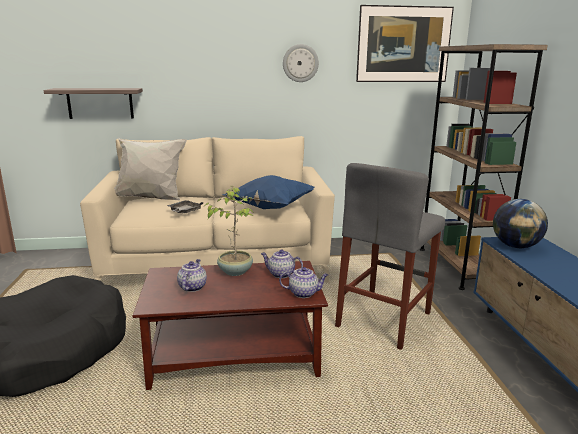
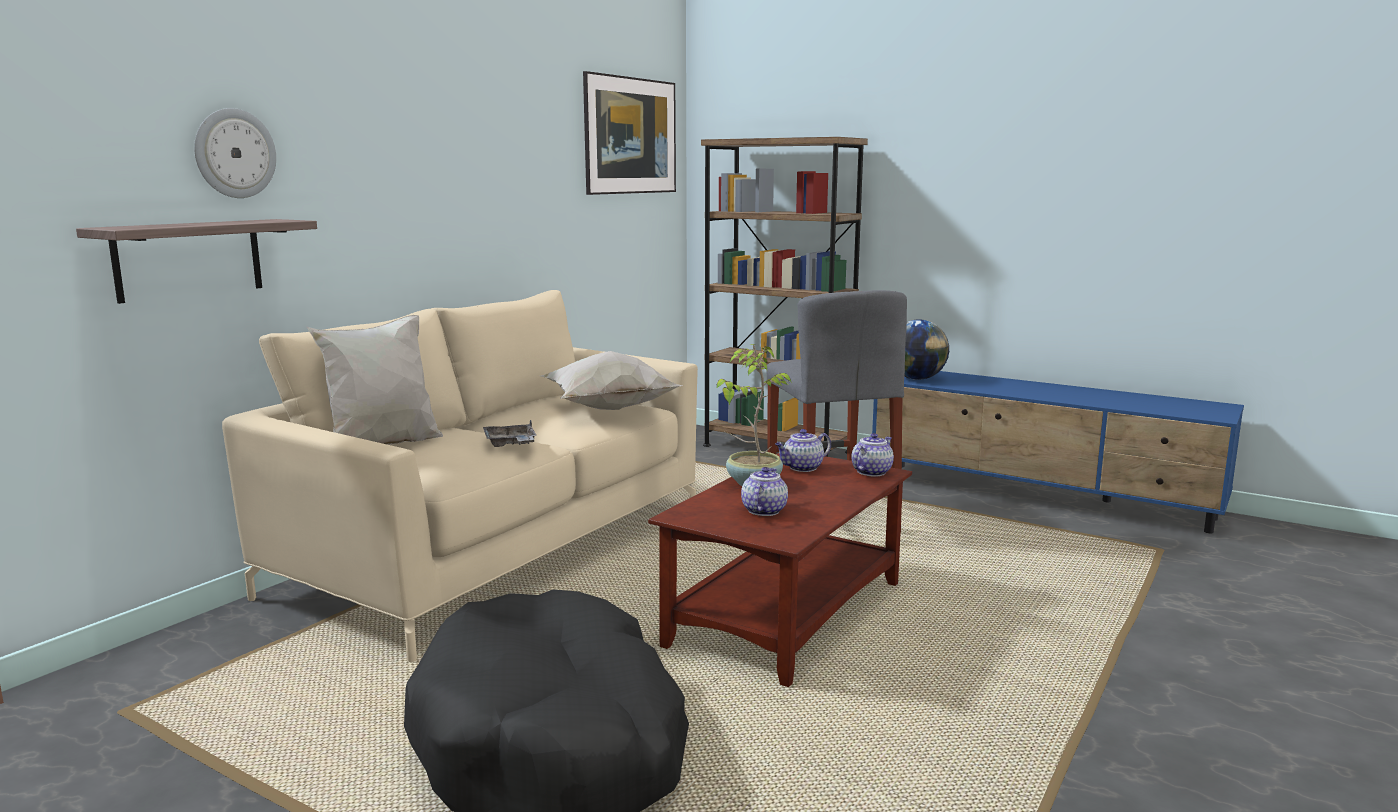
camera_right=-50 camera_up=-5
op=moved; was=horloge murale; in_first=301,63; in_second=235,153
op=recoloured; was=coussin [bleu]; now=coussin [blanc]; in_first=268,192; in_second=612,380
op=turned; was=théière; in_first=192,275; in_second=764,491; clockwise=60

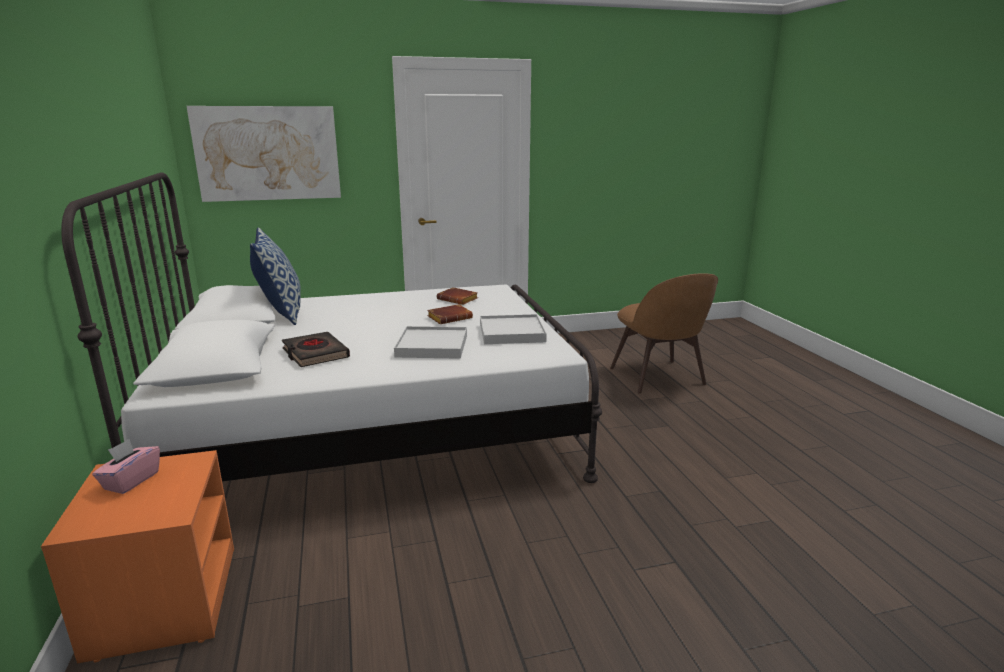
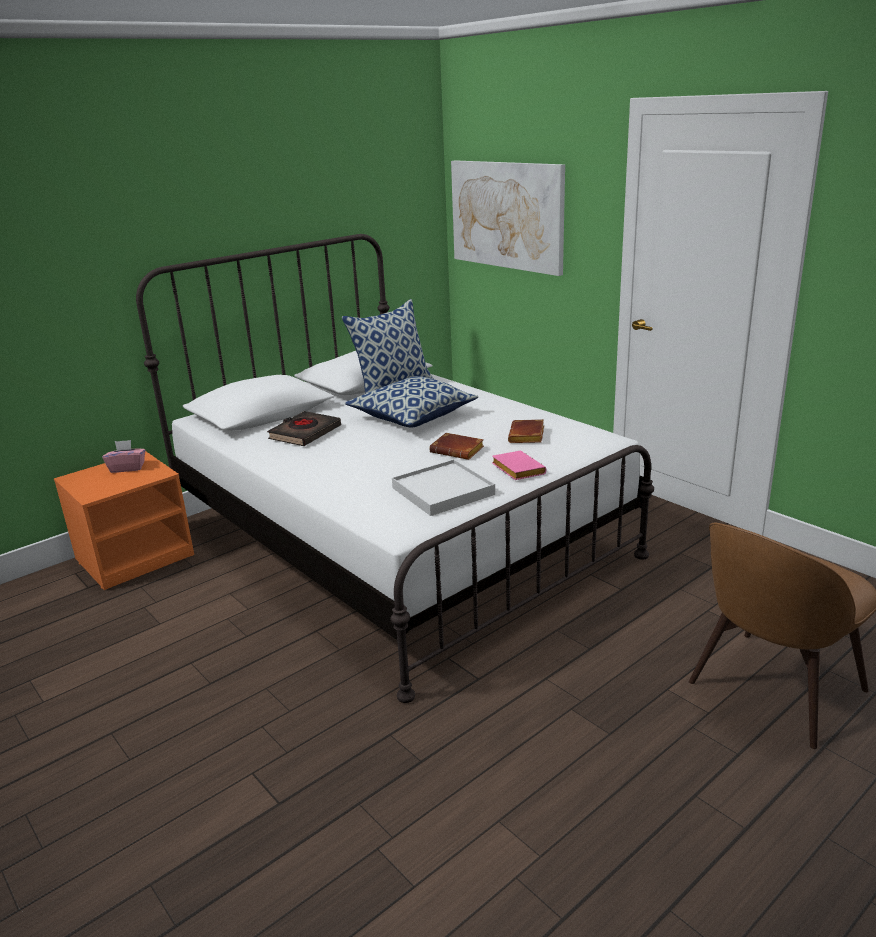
camera_right=65 camera_up=5
op=removed; was=plateau [blanc]; in_first=430,342
op=added; now=coussin; in_second=411,401
op=added; now=livre [rose]; in_second=519,465

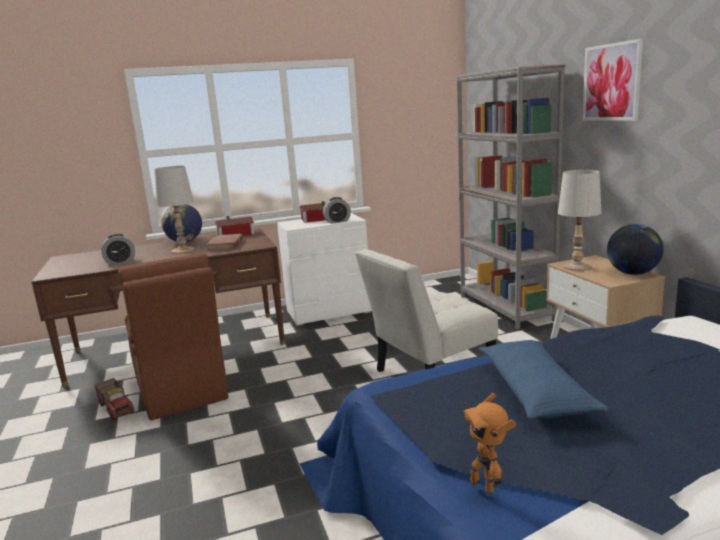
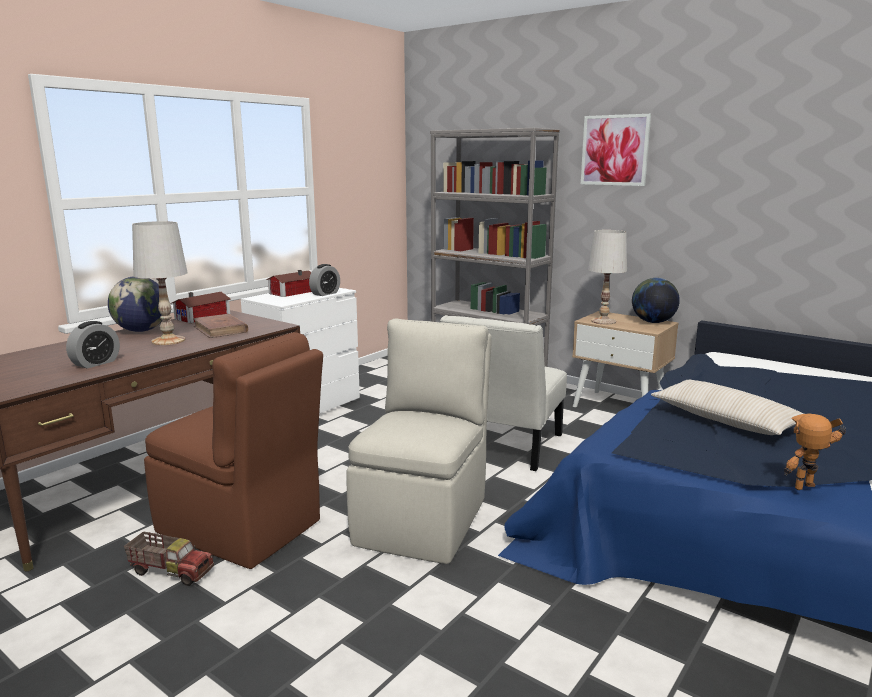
camera_right=-35 camera_up=0
op=recoloured; was=coussin [bleu]; now=coussin [beige]; in_first=543,379; in_second=727,407
op=turned; was=robot jouet; in_first=489,443; in_second=815,452; clockwise=135
op=added; now=chaise [beige]; in_second=419,441

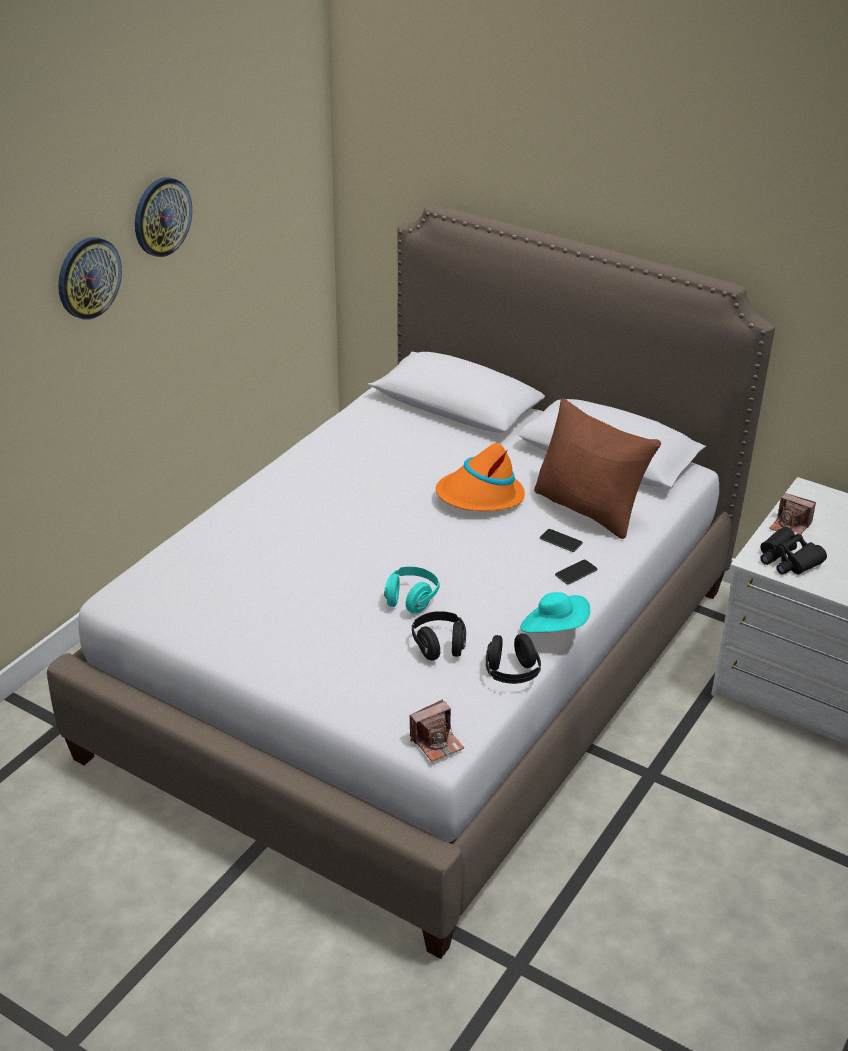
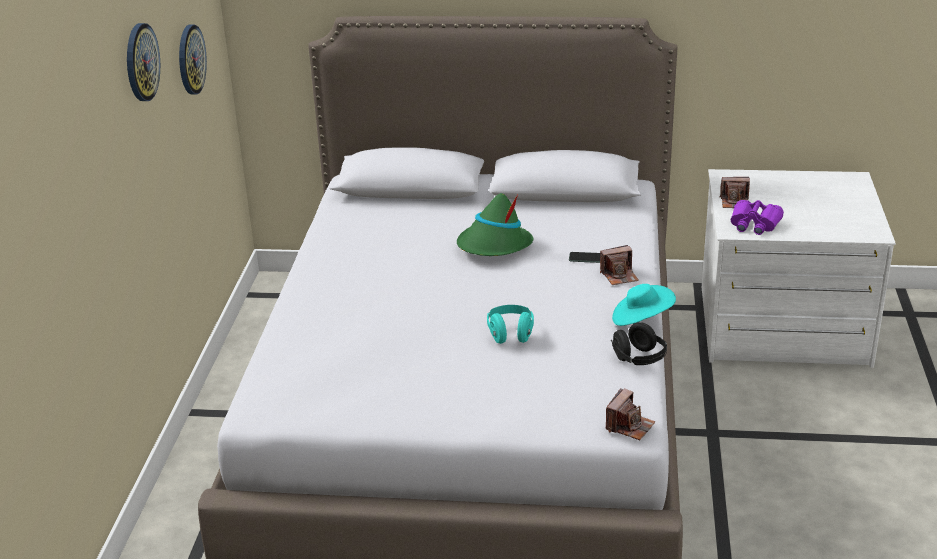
camera_right=-25 camera_up=-5
op=moved; was=horloge murale; in_first=90,278; in_second=193,59
op=removed; was=coussin [marron]; in_first=597,468
op=recoloured; was=chapeau [orange]; now=chapeau [vert]; in_first=480,477; in_second=495,224
op=recoloured; was=jumelles [noir]; now=jumelles [violet]; in_first=793,551; in_second=757,217
op=replaced; was=téléphone; now=appareil photo; in_first=576,572; in_second=619,265
op=removed; was=casque audio [noir]; in_first=439,636

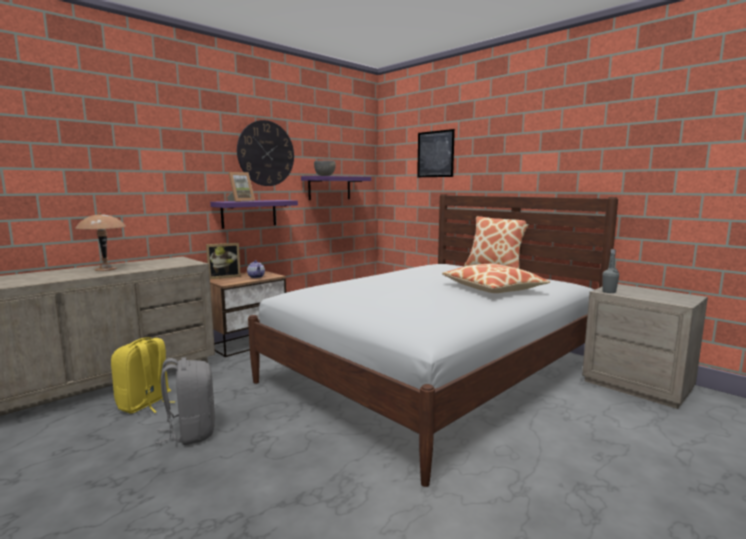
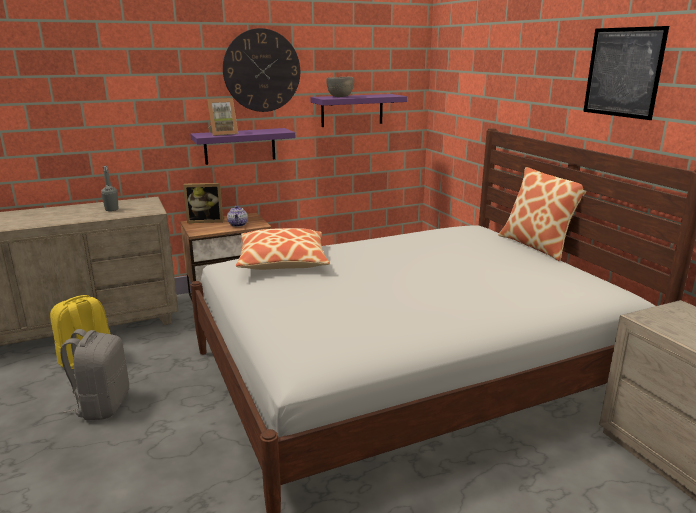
camera_right=20 camera_up=10
op=moved; was=tableau; in_first=436,153; in_second=626,73
op=removed; was=lampe de table [marron]; in_first=100,241
op=moved; was=bouteille [gris]; in_first=610,271; in_second=109,188
op=moved; was=coussin; in_first=496,278; in_second=283,249

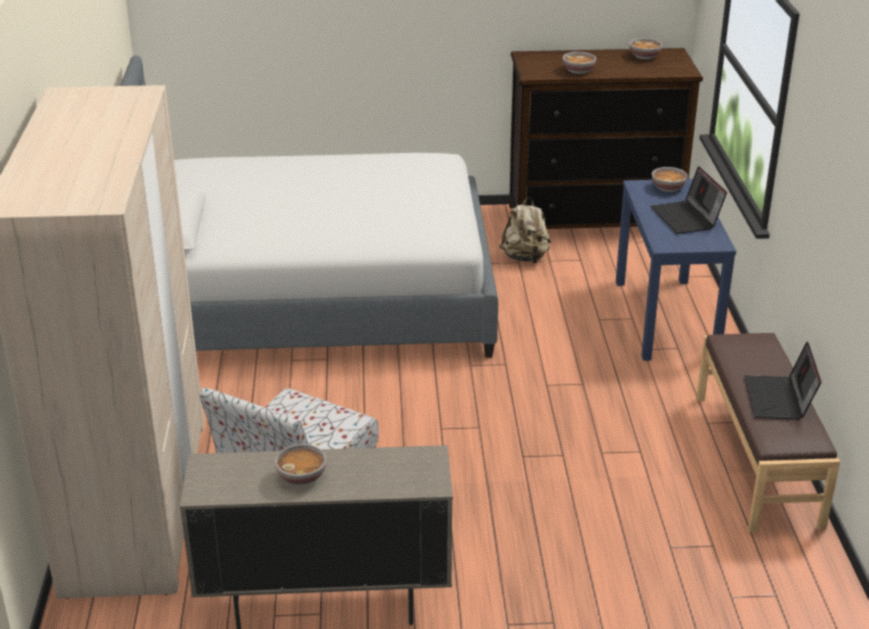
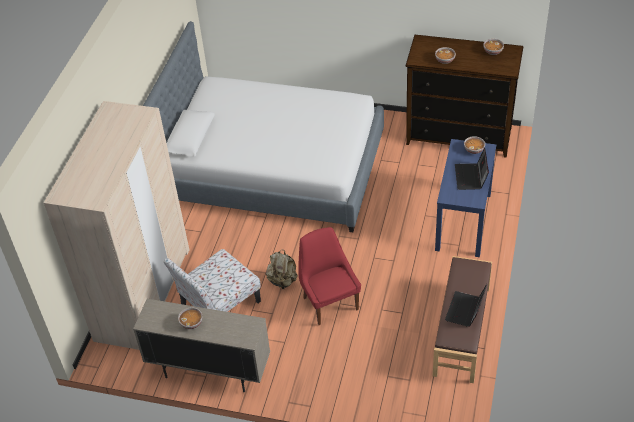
camera_right=20 camera_up=15
op=moved; was=sac à dos [beige]; in_first=525,230; in_second=282,269
op=added; now=chaise [rouge]; in_second=329,276

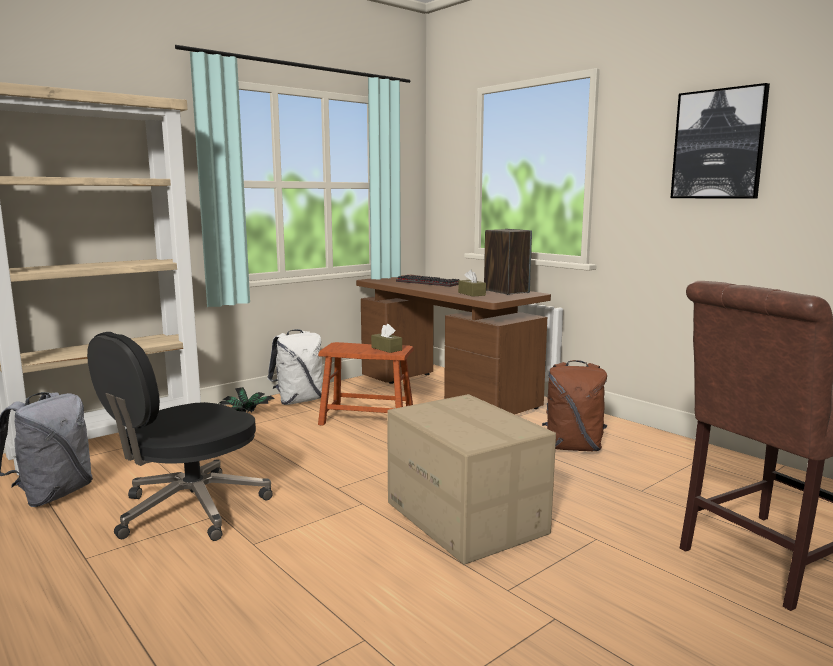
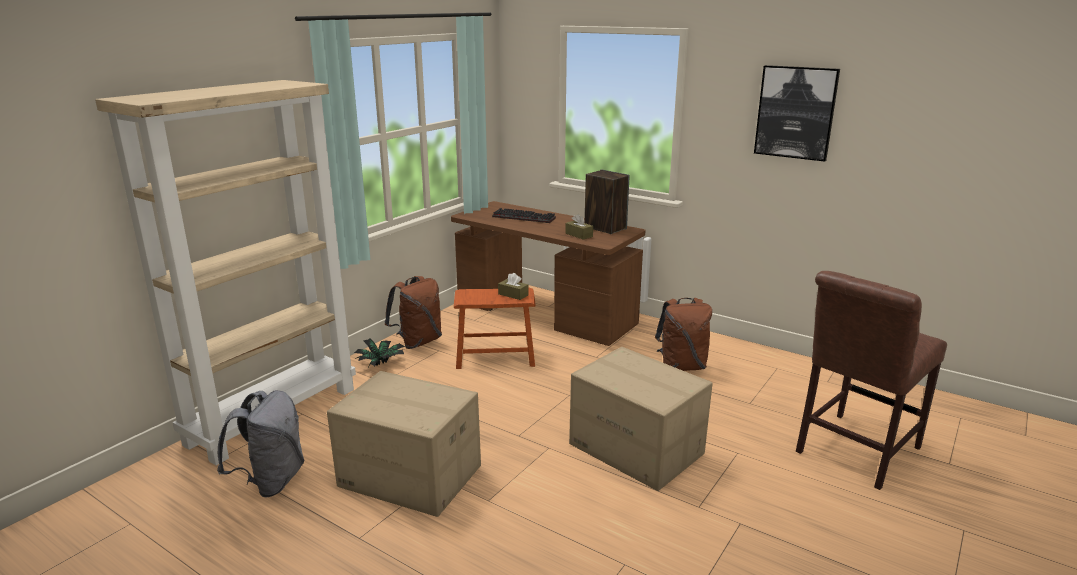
camera_right=-15 camera_up=10
op=recoloured; was=sac à dos [blanc]; now=sac à dos [marron]; in_first=295,367; in_second=413,312
op=replaced; was=chaise de bureau [noir]; now=carton; in_first=180,436; in_second=404,444

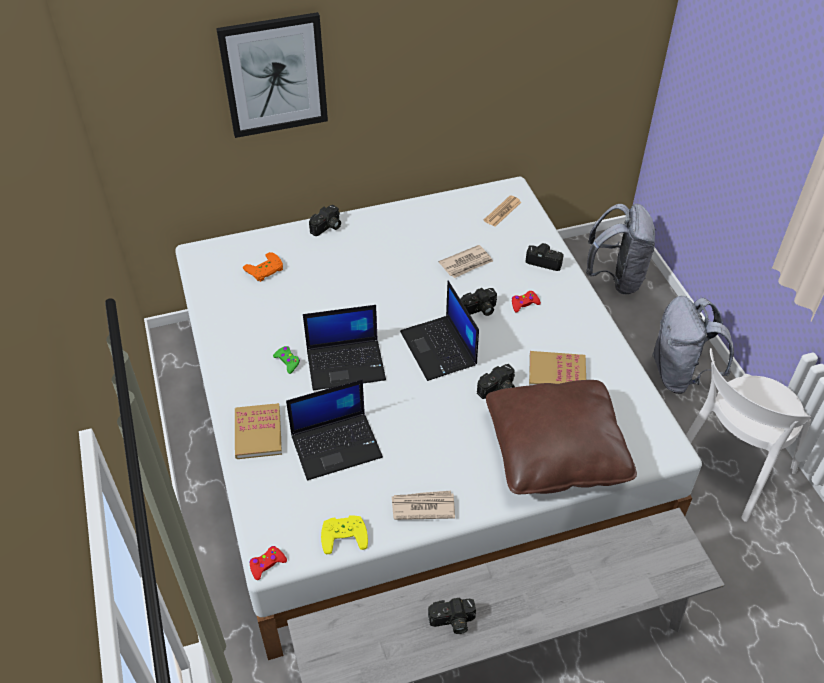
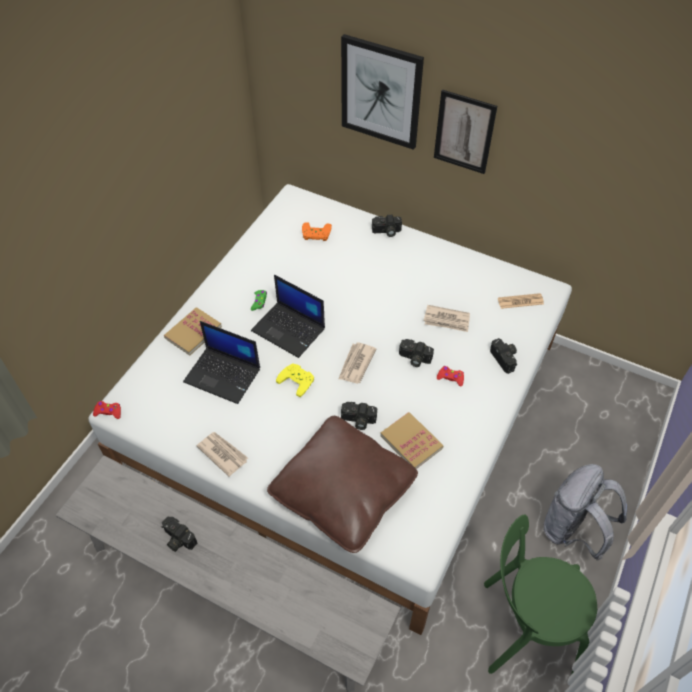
camera_right=45 camera_up=5
op=removed; was=sac à dos [gris]; in_first=621,249
op=replaced; was=ordinateur portable; now=journal; in_first=439,331; in_second=357,362
op=recoloured; was=chaise [blanc]; now=chaise [vert]; in_first=748,435; in_second=540,595
op=moved; was=manette [jaune]; in_first=344,534; in_second=295,380
op=added; now=tableau; in_second=465,132

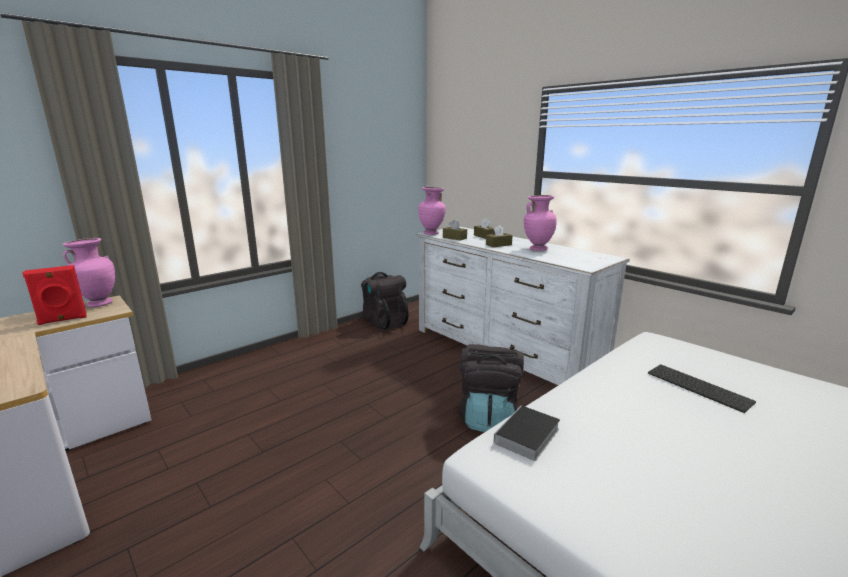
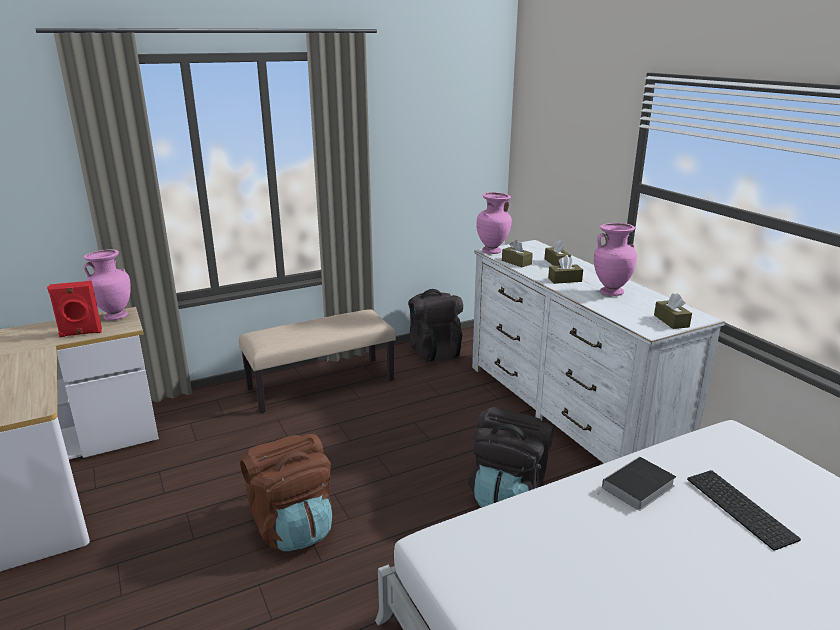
camera_right=15 camera_up=5
op=moved; was=livre; in_first=525,433; in_second=636,483
op=added; now=boîte à mouchoirs [marron]; in_second=673,311
op=added; now=banc [beige]; in_second=317,361
op=added; now=sac à dos [marron]; in_second=286,492

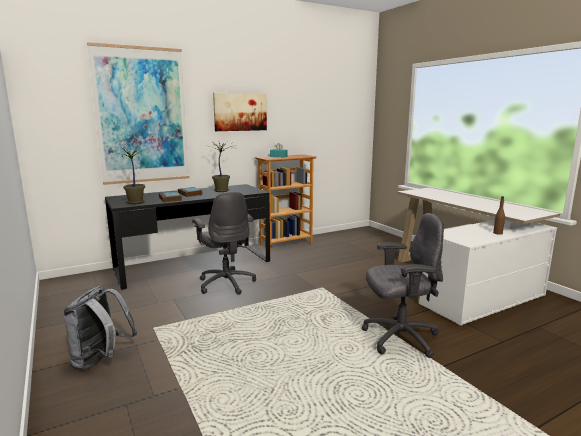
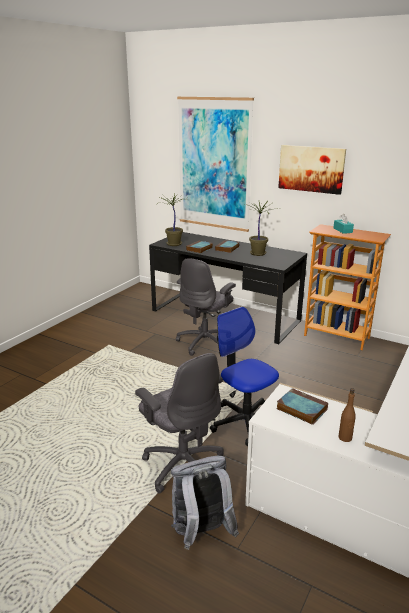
camera_right=60 camera_up=10
op=moved; was=sac à dos [gris]; in_first=100,328; in_second=205,503
op=added; now=chaise de bureau; in_second=244,376
op=added; now=livre; in_second=302,406

